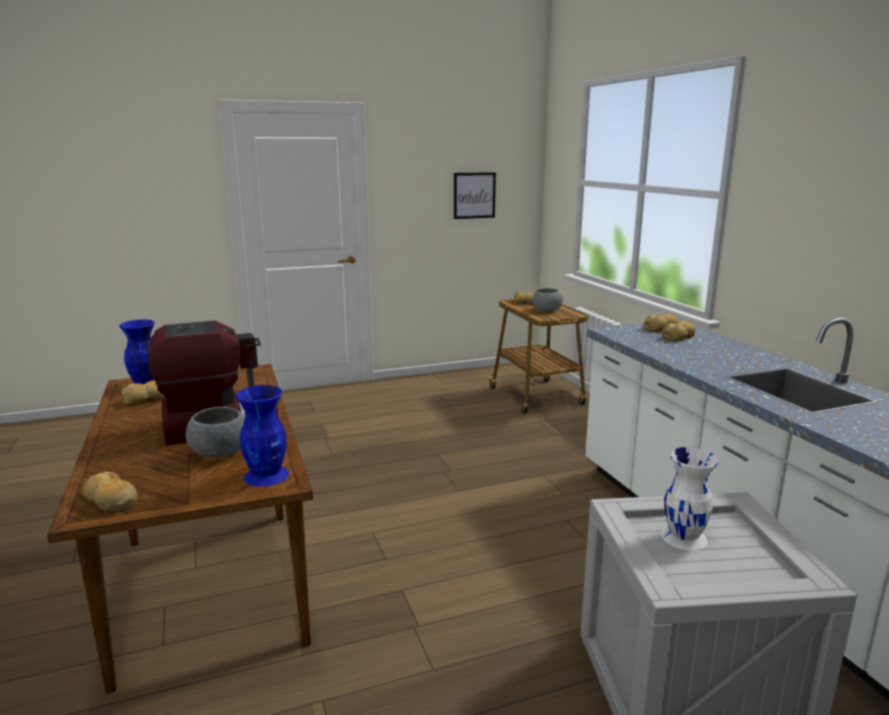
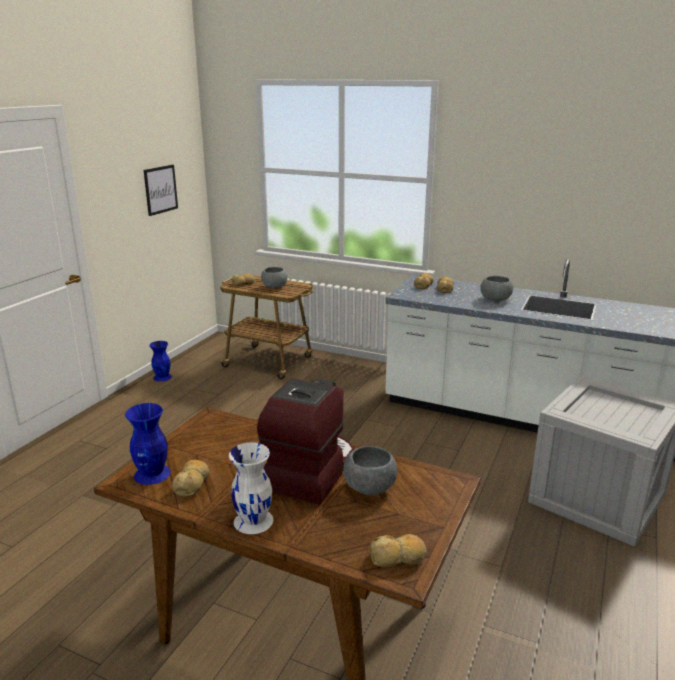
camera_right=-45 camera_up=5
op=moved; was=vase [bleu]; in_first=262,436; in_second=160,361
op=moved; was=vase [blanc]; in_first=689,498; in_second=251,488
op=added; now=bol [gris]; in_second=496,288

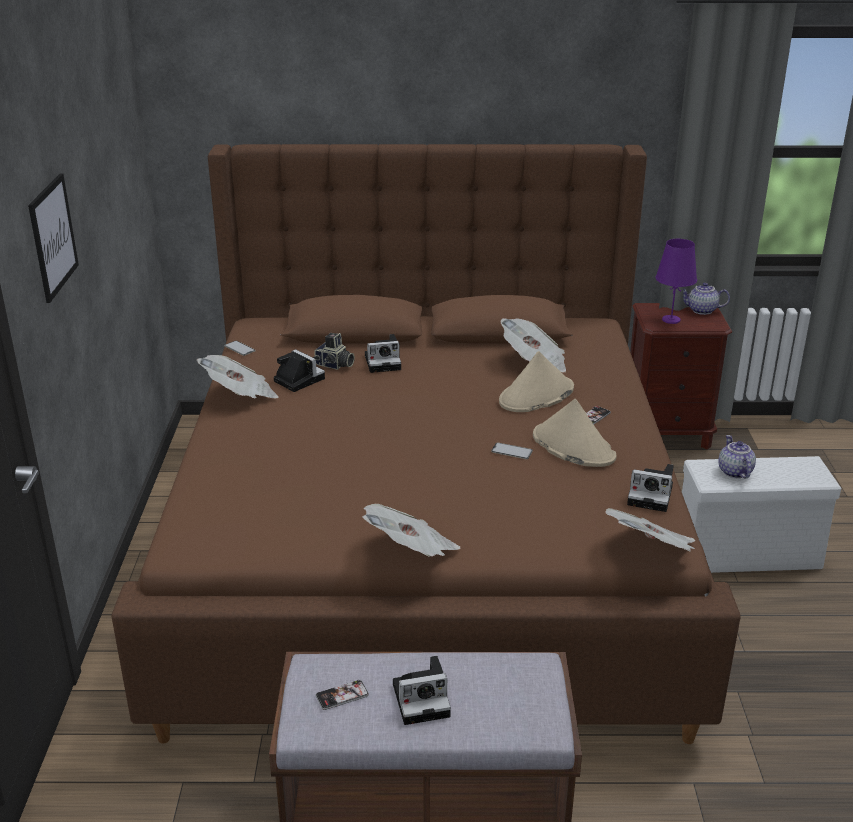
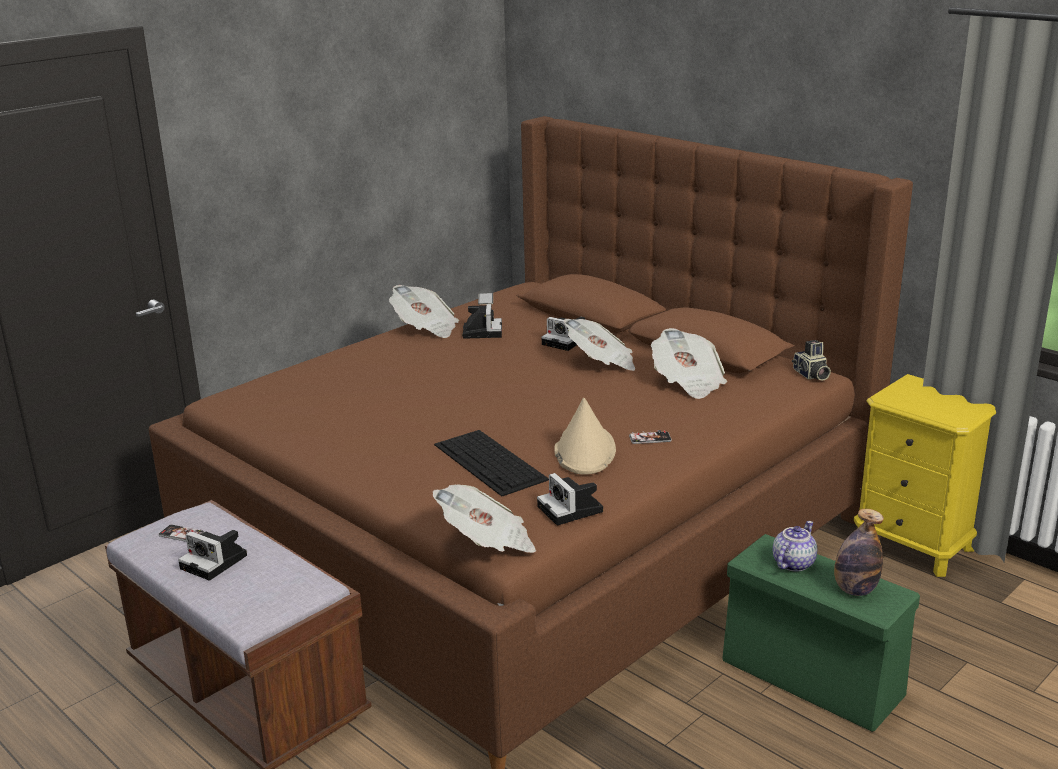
camera_right=45 camera_up=-5
op=removed; was=tableau; in_first=53,238
op=removed; was=lampe de table [violet]; in_first=676,281
op=removed; was=théière; in_first=706,299
op=recoloured; was=table de chevet [marron]; now=table de chevet [jaune]; in_first=681,376; in_second=925,475
op=moved; was=appareil photo; in_first=334,351; in_second=811,360
op=removed; was=chapeau [beige]; in_first=536,381
op=removed; was=téléphone; in_first=512,450
op=recoloured; was=boîte de rangement [blanc]; now=boîte de rangement [vert]; in_first=761,514; in_second=821,633
op=moved; was=journal; in_first=411,530; in_second=599,345
op=added; now=clavier; in_second=491,463
op=added; now=bouteille; in_second=859,552

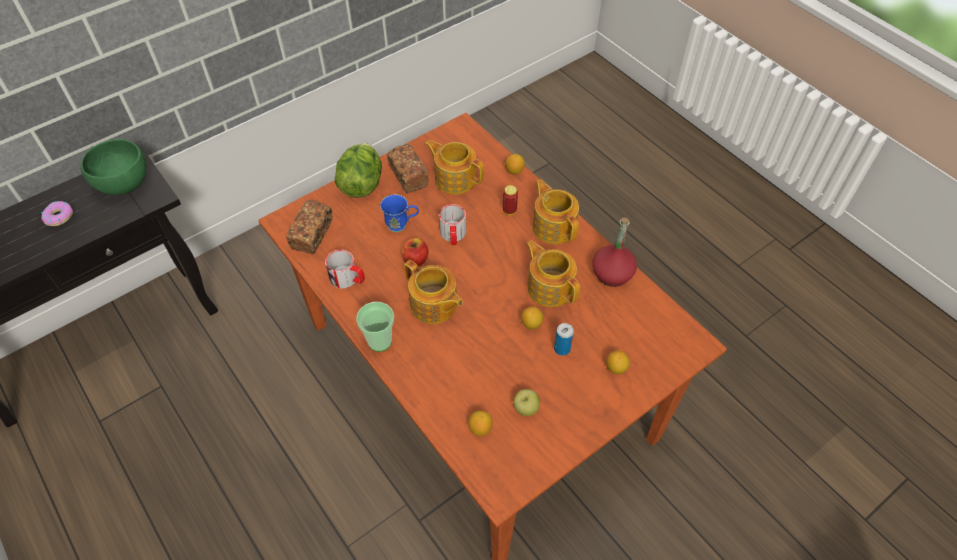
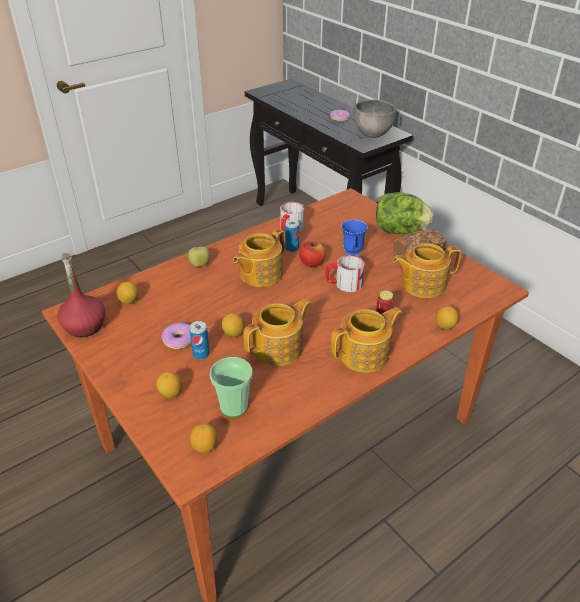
camera_right=90 camera_up=-15
op=recoloured; was=bol [vert]; now=bol [gris]; in_first=113,167; in_second=374,119
op=turned; was=théière; in_first=454,167; in_second=426,270; clockwise=-135
op=removed; was=pain; in_first=309,227
op=moved; was=bouteille [rouge]; in_first=615,252; in_second=81,295
op=moved; was=tasse; in_first=375,327; in_second=231,387
op=moved; was=pomme; in_first=526,402; in_second=199,257
op=added; now=boîte métallique; in_second=292,235
op=added; now=beignet; in_second=176,335
op=added; now=citron; in_second=203,438

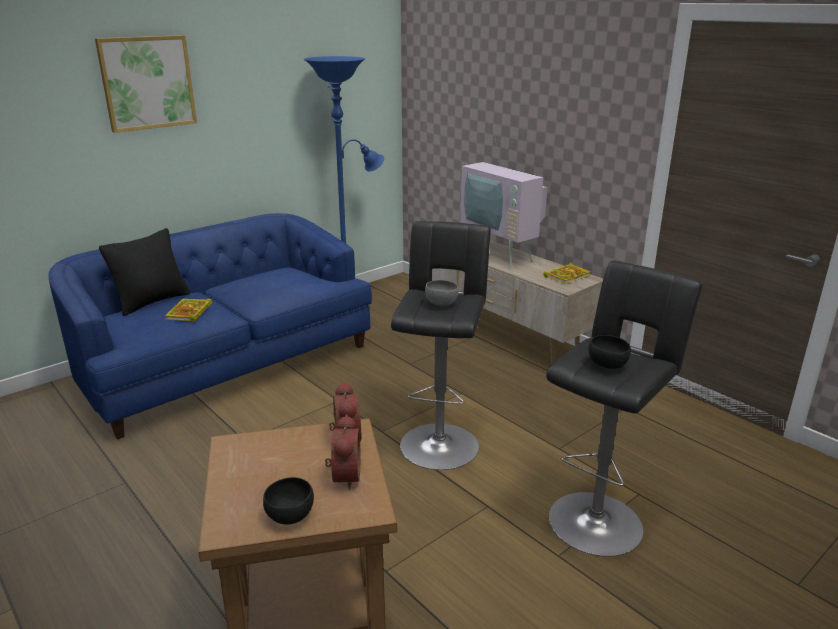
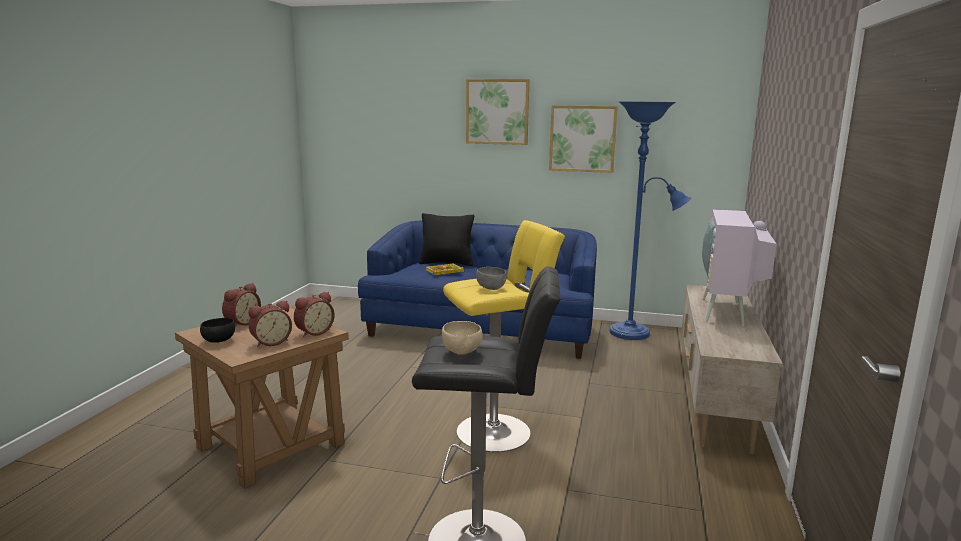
camera_right=55 camera_up=-10
op=recoloured; was=tabouret [noir]; now=tabouret [jaune]; in_first=441,345; in_second=504,336
op=removed; was=livre; in_first=566,273
op=recoloured; was=bol [noir]; now=bol [beige]; in_first=610,352; in_second=462,338
op=added; now=tableau; in_second=583,139
op=added; now=réveil; in_second=241,305

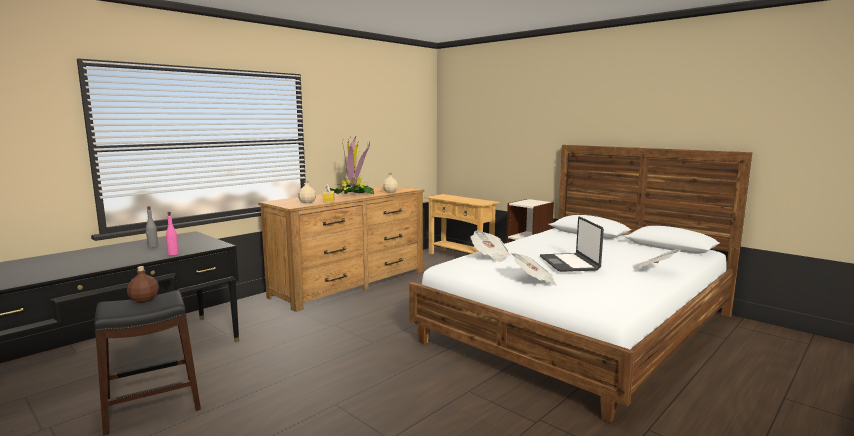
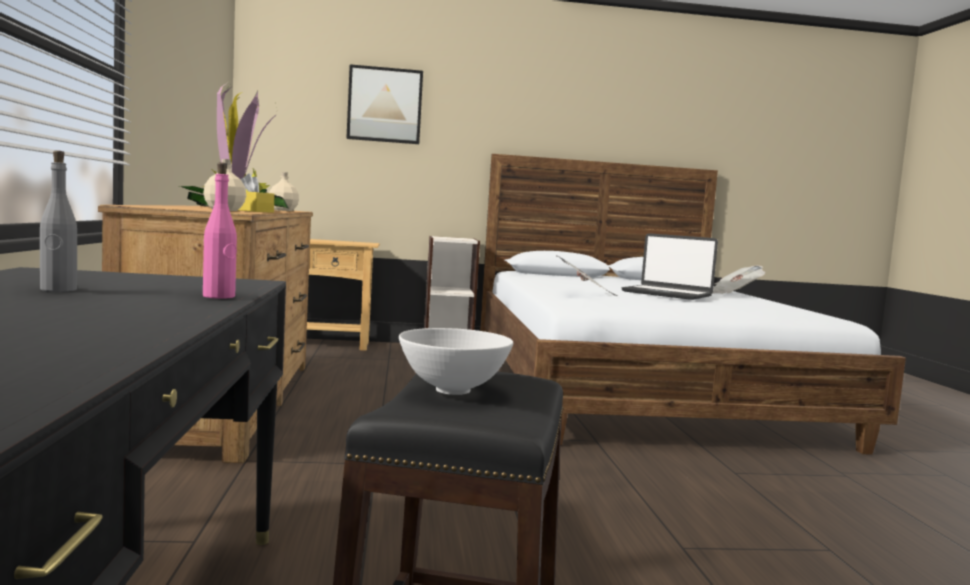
camera_right=-50 camera_up=-5
op=removed; was=journal; in_first=534,269
op=replaced; was=bouteille [marron]; now=bol [blanc]; in_first=143,284; in_second=456,361
op=added; now=tableau; in_second=384,104

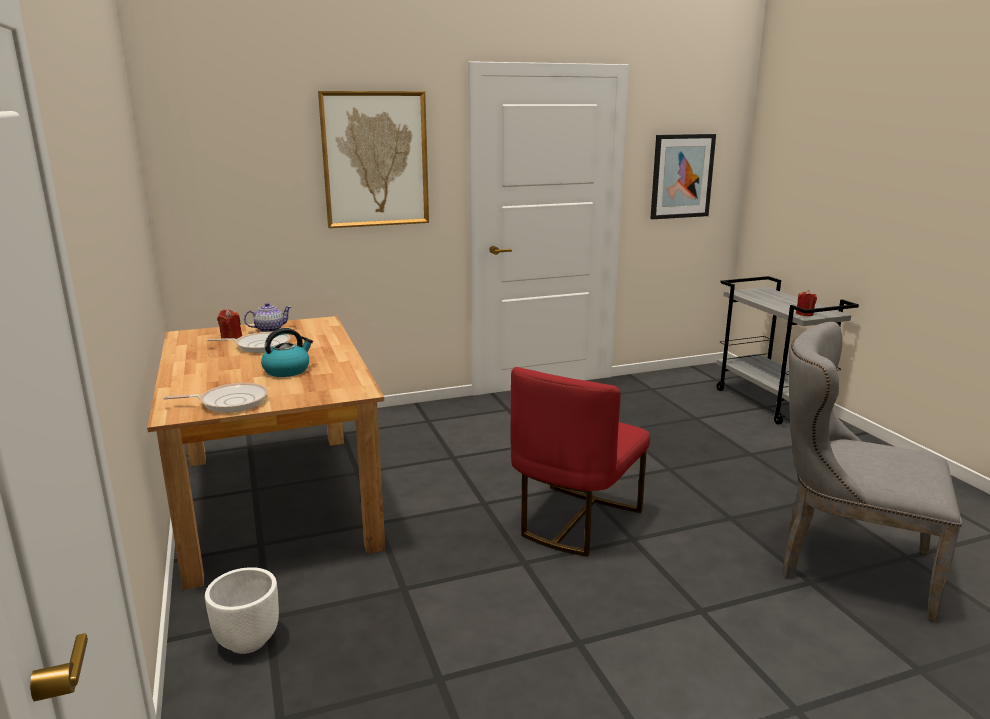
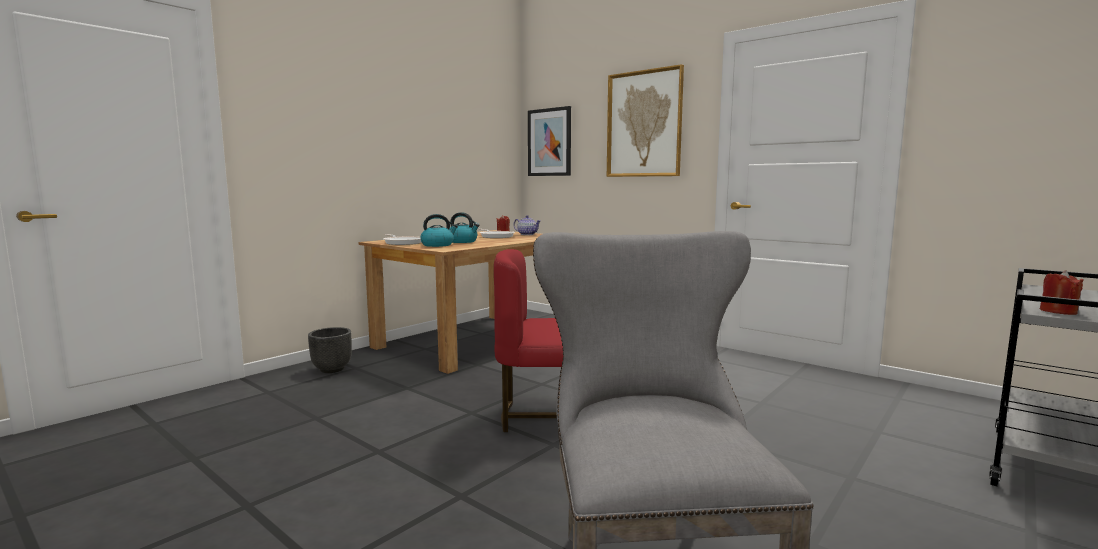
camera_right=60 camera_up=-10
op=moved; was=tableau; in_first=683,176; in_second=549,141
op=recoloured; was=cache-pot [blanc]; now=cache-pot [noir]; in_first=242,610; in_second=330,350
op=added; now=bouilloire; in_second=439,230

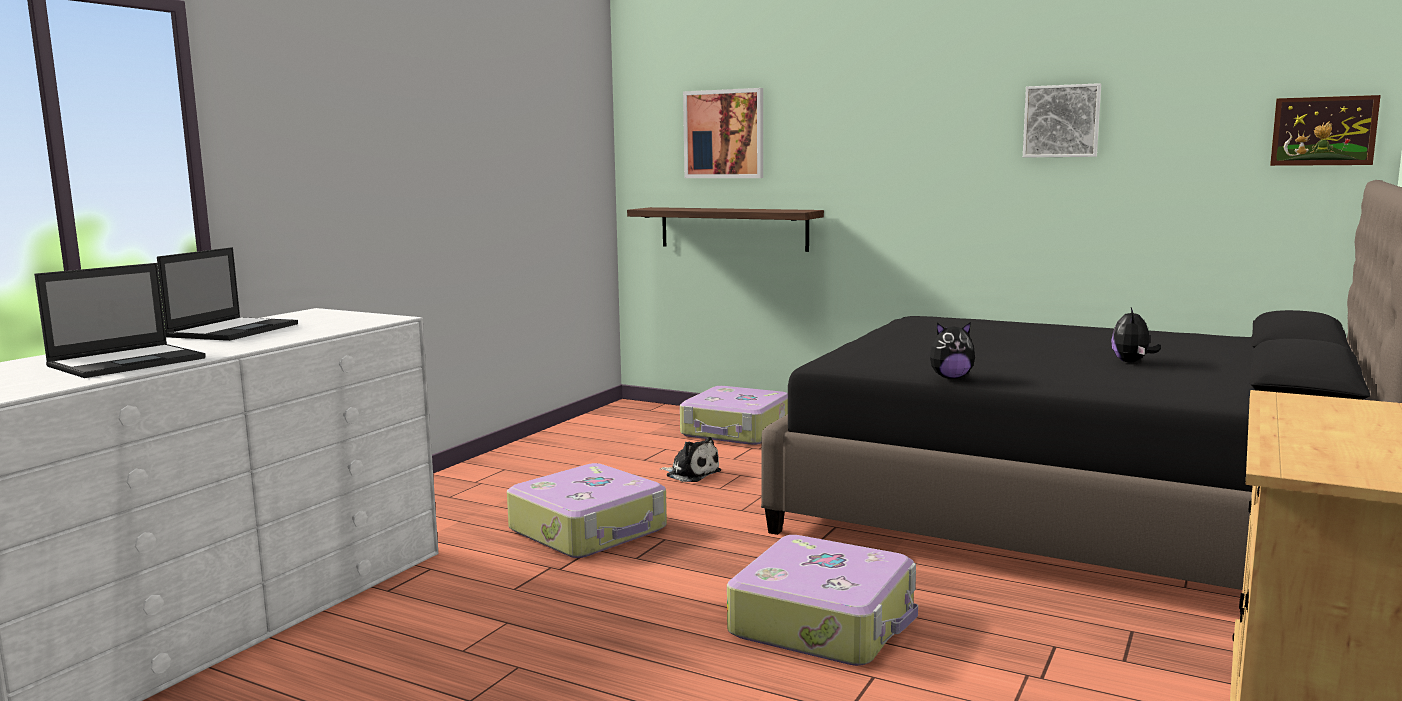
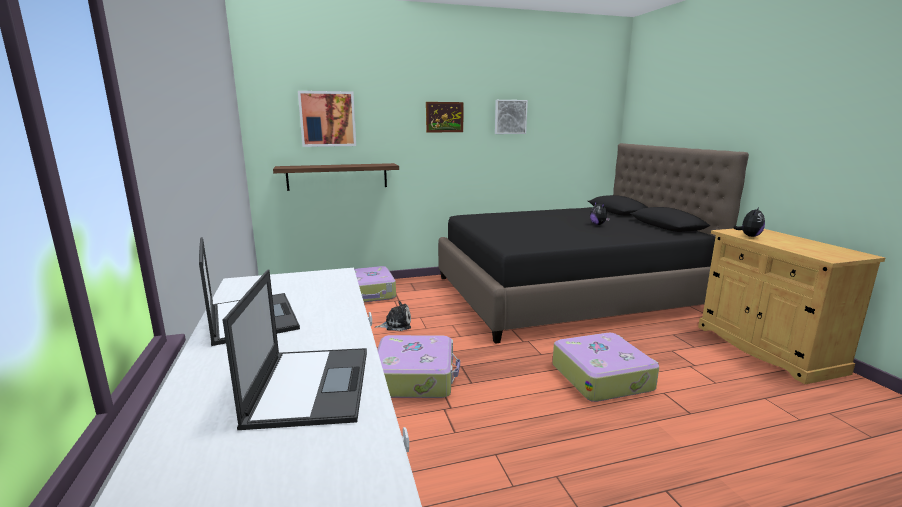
camera_right=-45 camera_up=5
op=moved; was=tableau; in_first=1325,130; in_second=445,117
op=moved; was=peluche; in_first=952,350; in_second=749,222

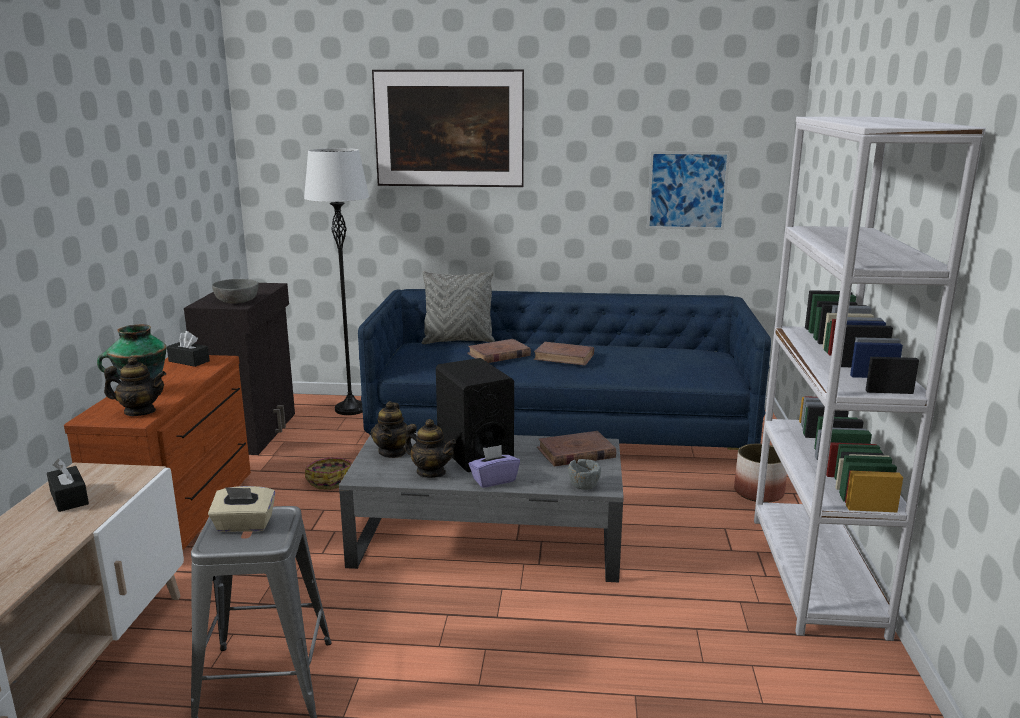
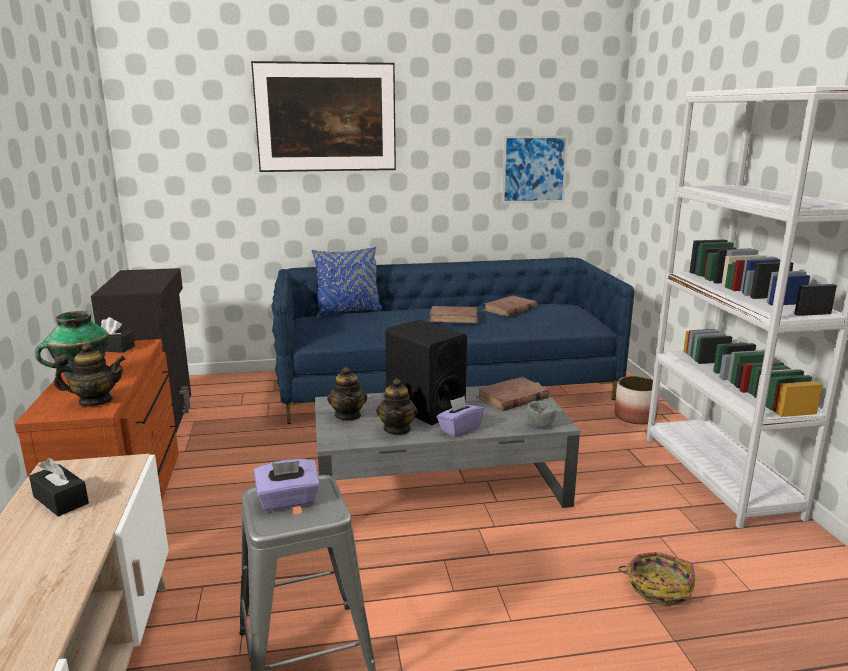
camera_right=-15 camera_up=0
op=removed; was=lampadaire [blanc]; in_first=336,281
op=recoloured; was=coussin [gris]; now=coussin [bleu]; in_first=458,307; in_second=347,282
op=removed; was=bol [gris]; in_first=235,291
op=moved; was=livre [marron]; in_first=499,351; in_second=510,306
op=turned; was=théière; in_first=430,448; in_second=397,406; clockwise=75
op=moved; was=panier; in_first=328,473; in_second=656,579
op=recoloured; was=boîte à mouchoirs [beige]; now=boîte à mouchoirs [violet]; in_first=241,509; in_second=287,485

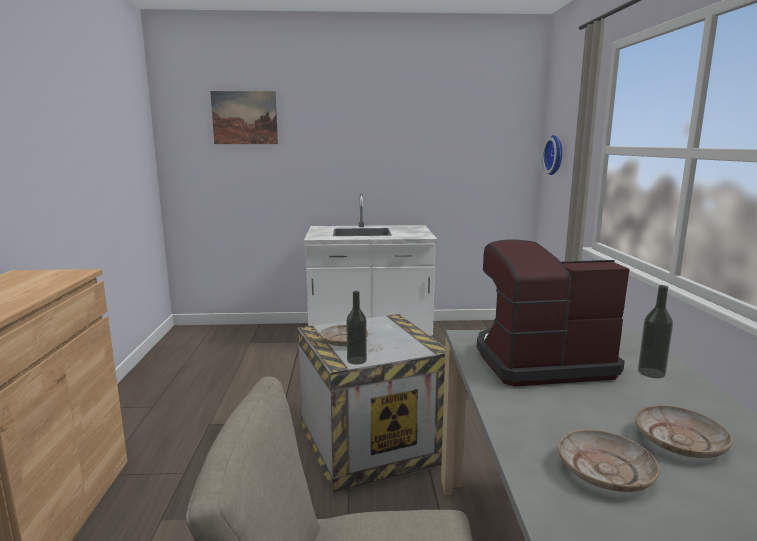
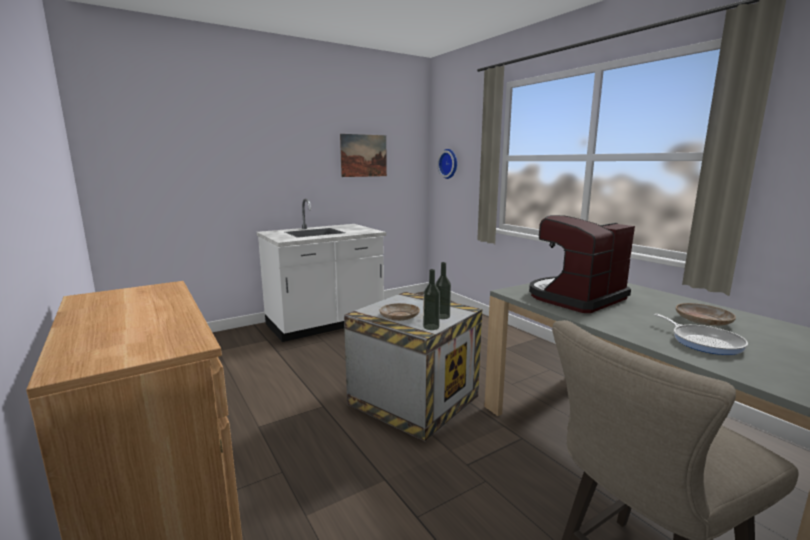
camera_right=-30 camera_up=0
op=moved; was=tableau; in_first=244,117; in_second=363,155
op=moved; was=bouteille; in_first=655,331; in_second=443,290
op=replaced; was=assiette [beige]; now=poêle; in_first=608,460; in_second=701,334

